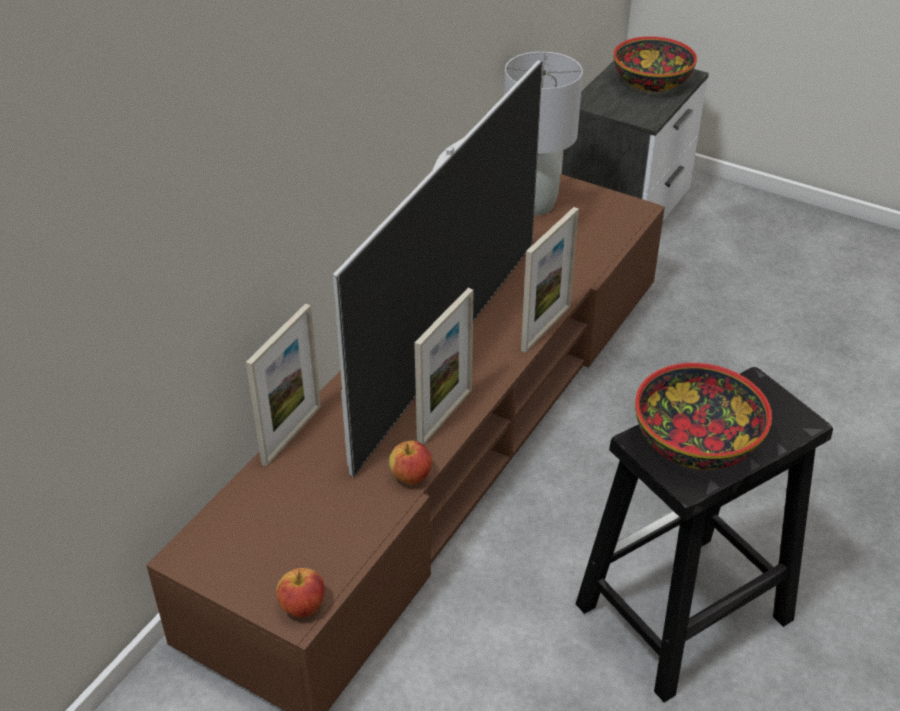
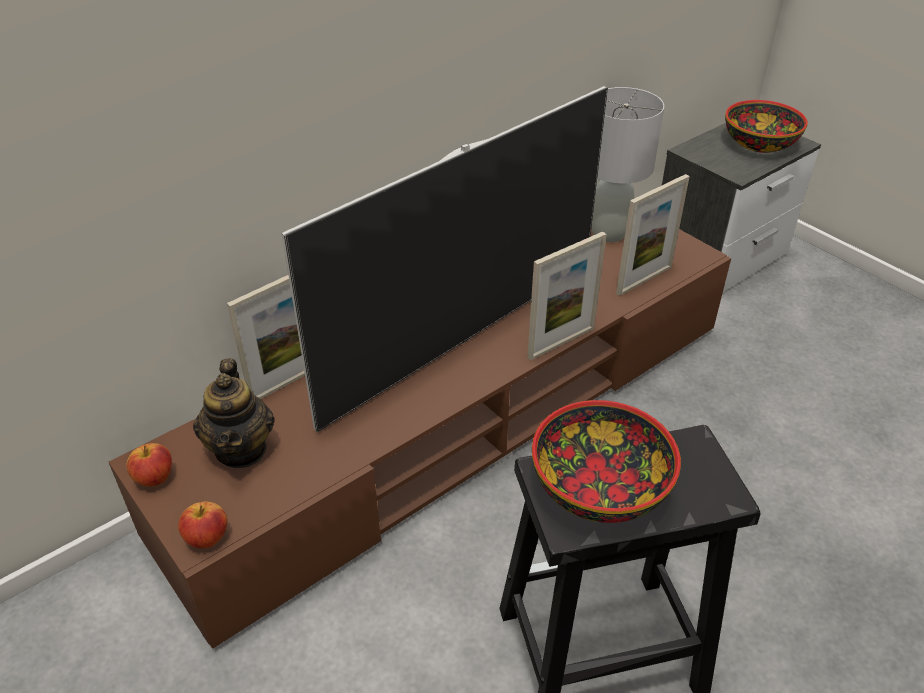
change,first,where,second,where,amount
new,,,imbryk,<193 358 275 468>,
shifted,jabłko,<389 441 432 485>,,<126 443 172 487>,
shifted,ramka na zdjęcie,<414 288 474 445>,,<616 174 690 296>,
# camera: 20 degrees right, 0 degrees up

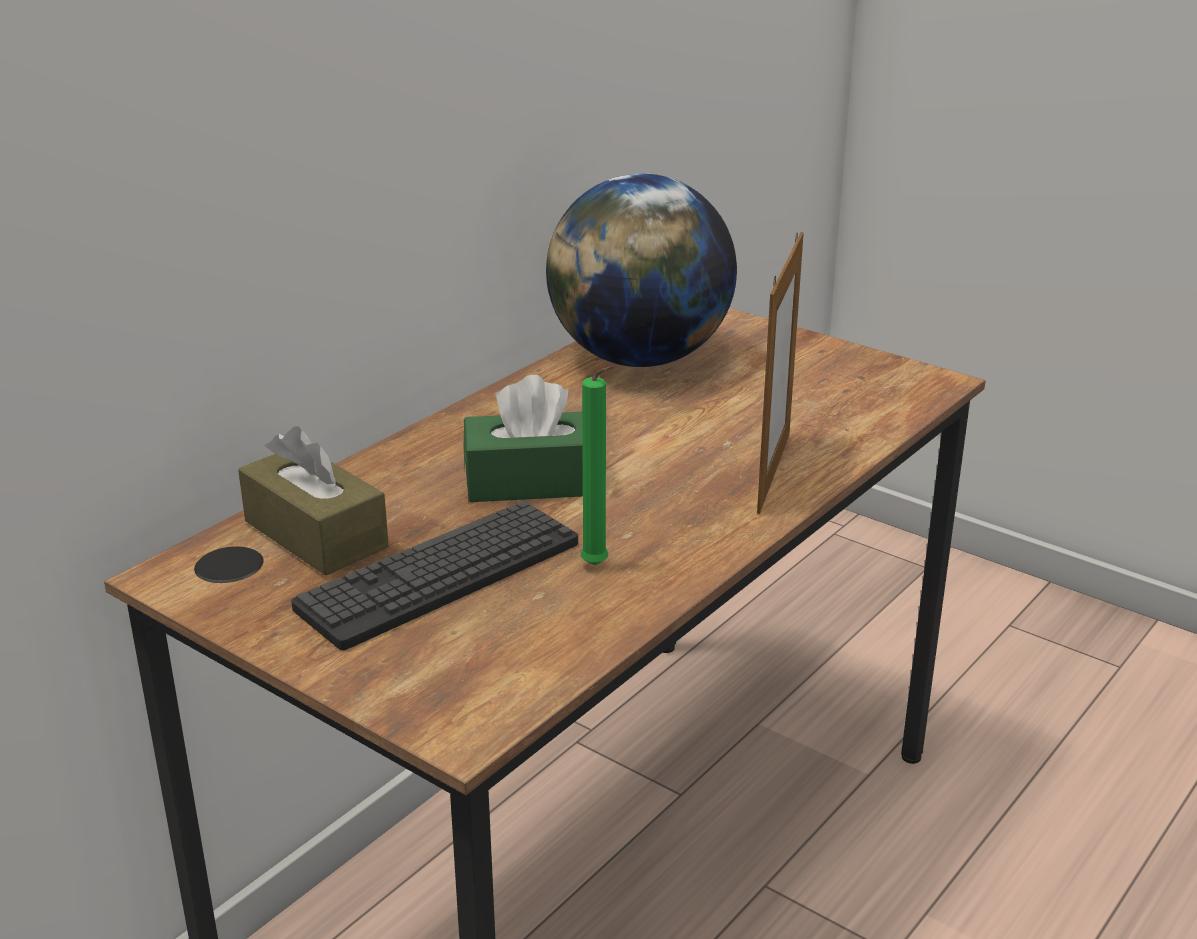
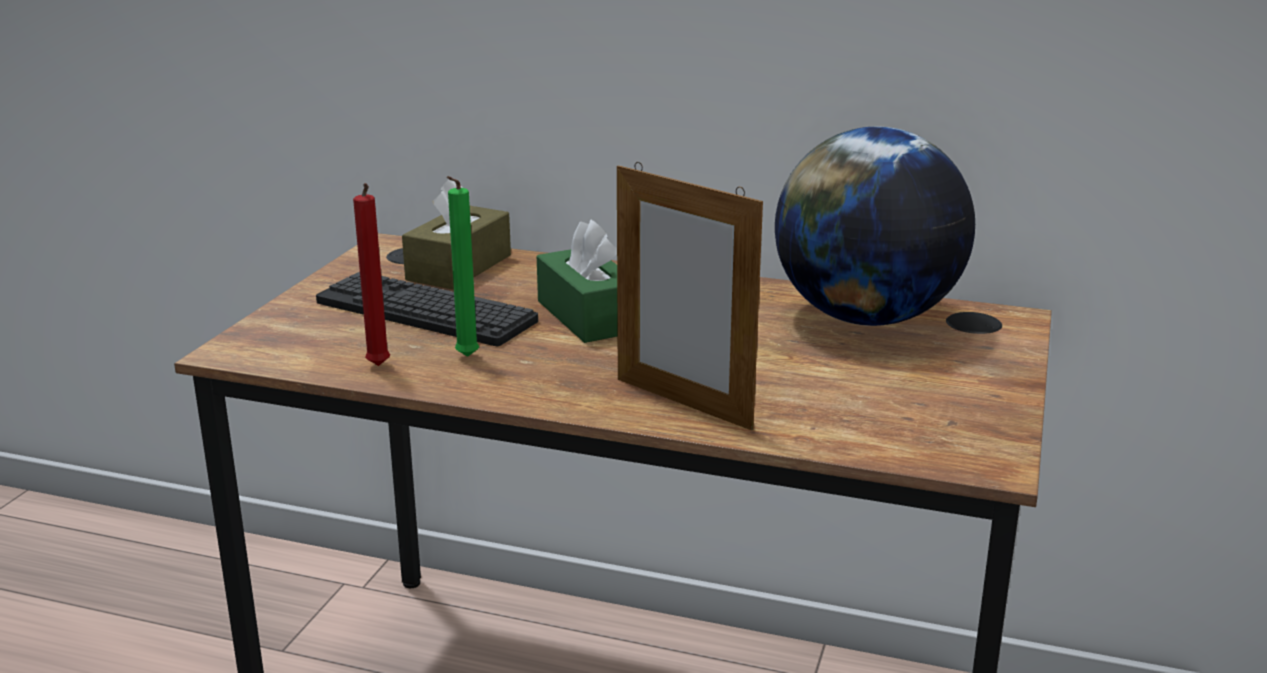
change,first,where,second,where,amount
new,,,świeca (czerwony),<353 183 390 366>,
rotated,ramka na zdjęcie,<757 232 804 514>,,<617 162 763 431>,45 degrees clockwise
# camera: 70 degrees right, 5 degrees down

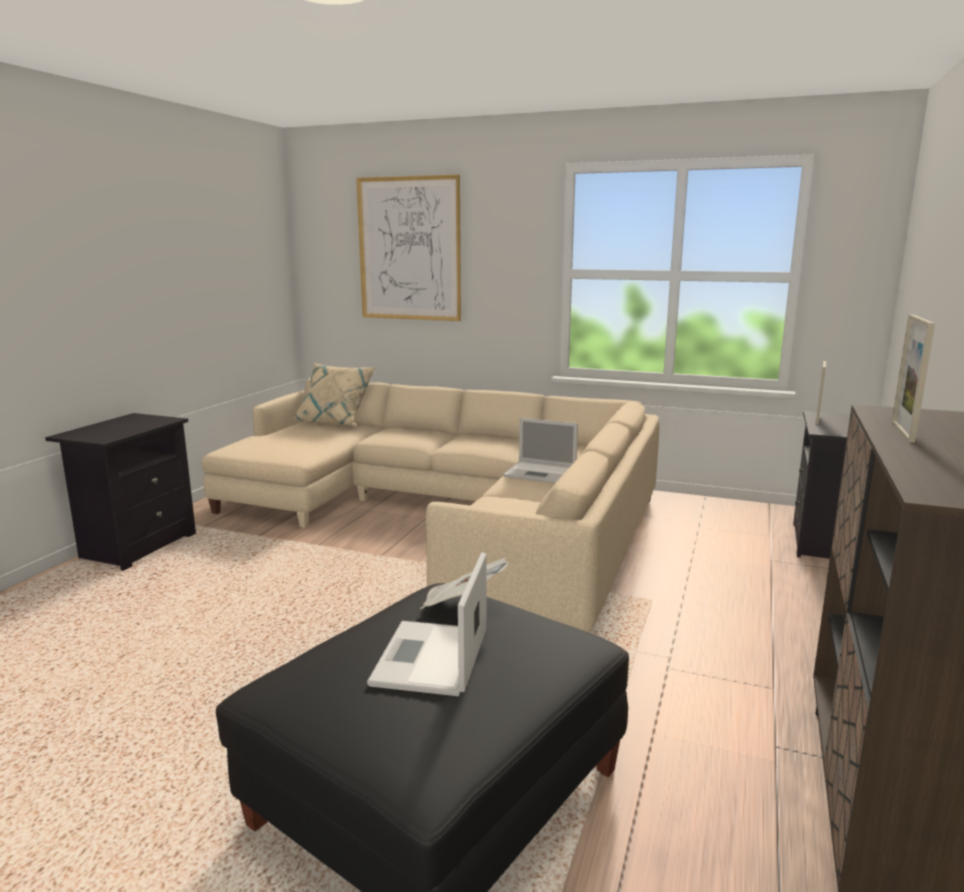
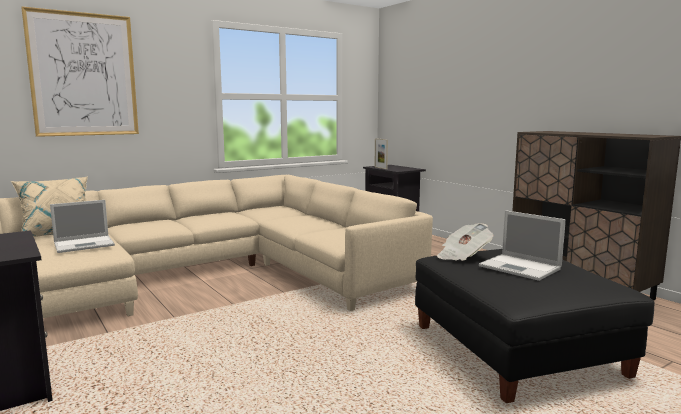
change,first,where,second,where,amount
gone,ramka na zdjęcie,<892 315 935 443>,,,
shifted,laptop,<503 418 578 483>,,<50 200 115 253>,
# camera: 55 degrees left, 5 degrees down

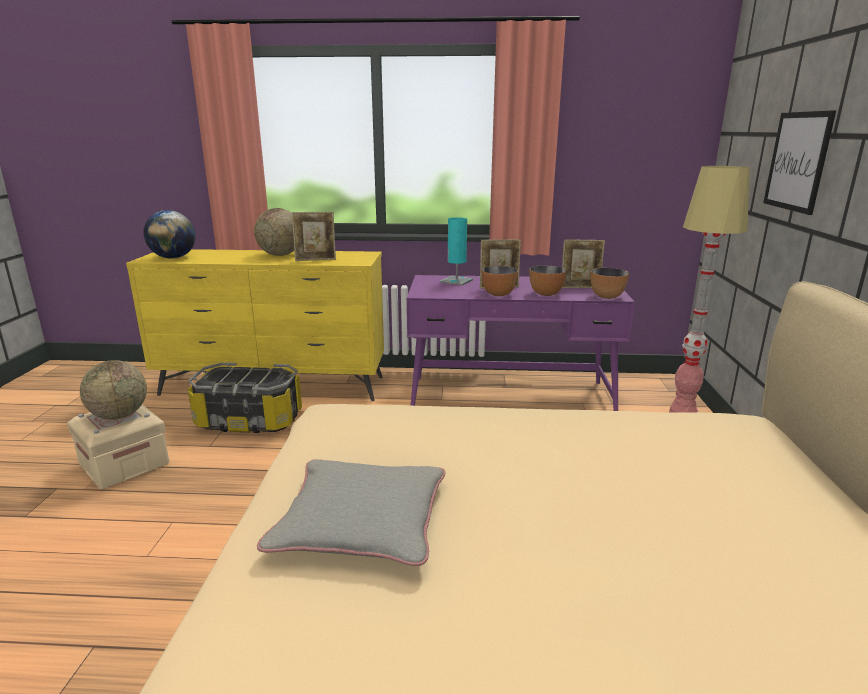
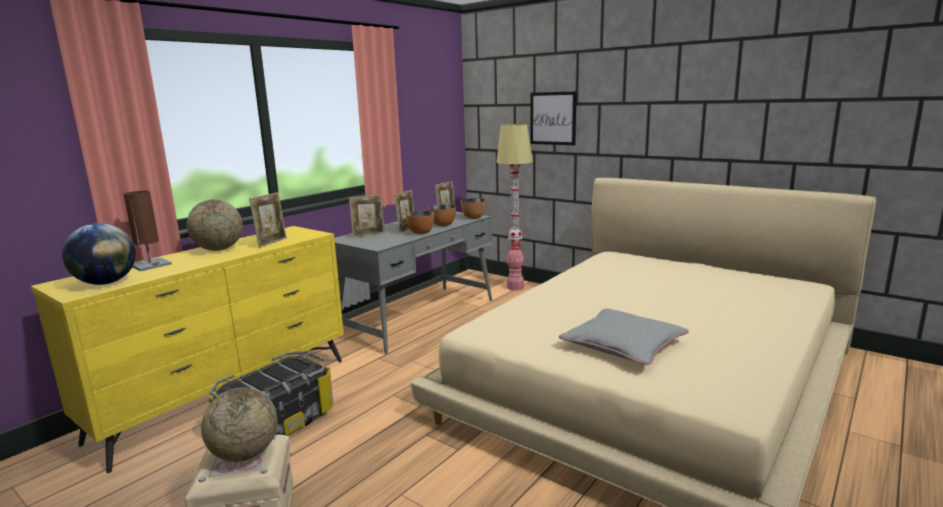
change,first,where,second,where,amount
new,,,lampa stołowa (brązowy),<124 191 172 271>,
swapped,lampa stołowa (turkusowy),<440 217 473 286>,ramka na zdjęcie,<349 195 385 238>,
repainted,biurko (fioletowy),<407 275 635 411>,biurko (szary),<335 212 492 354>,
# camera: 55 degrees left, 5 degrees down

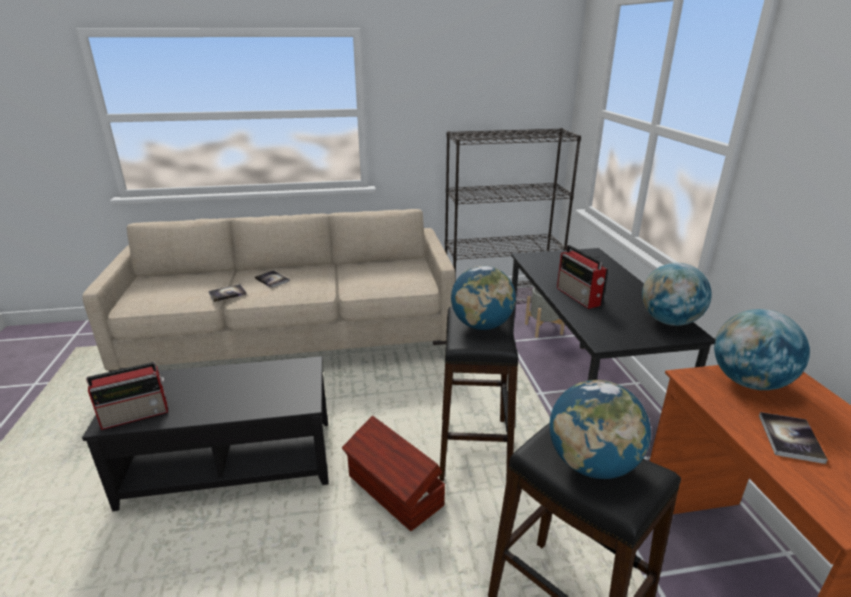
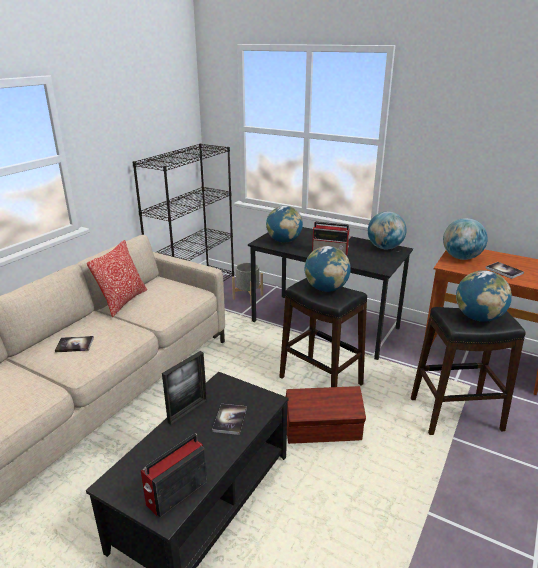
change,first,where,second,where,amount
new,,,poduszka,<87 240 147 317>,
new,,,ramka na zdjęcie,<162 351 207 425>,
new,,,globus,<266 206 303 243>,
shifted,książka,<209 284 247 302>,,<212 404 247 435>,
rotated,radio,<86 362 168 430>,,<141 433 207 517>,150 degrees counterclockwise
# camera: 50 degrees left, 0 degrees up

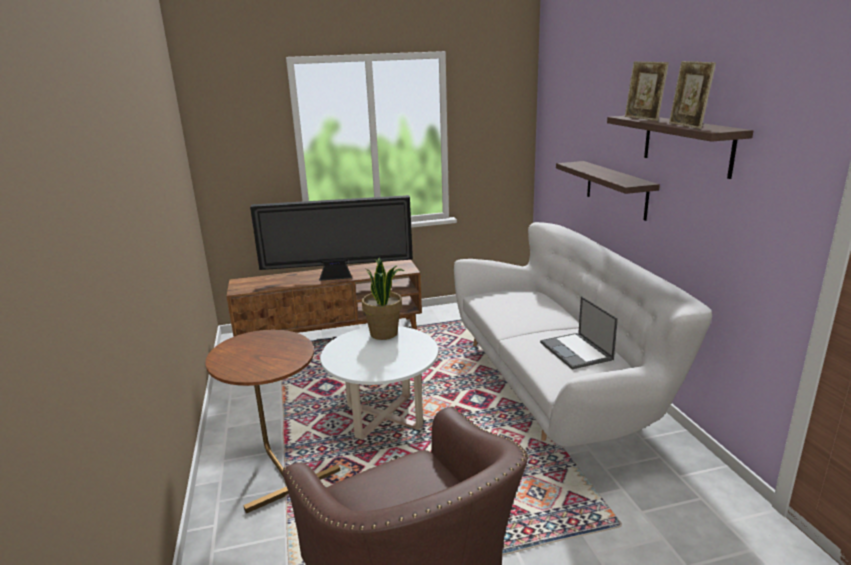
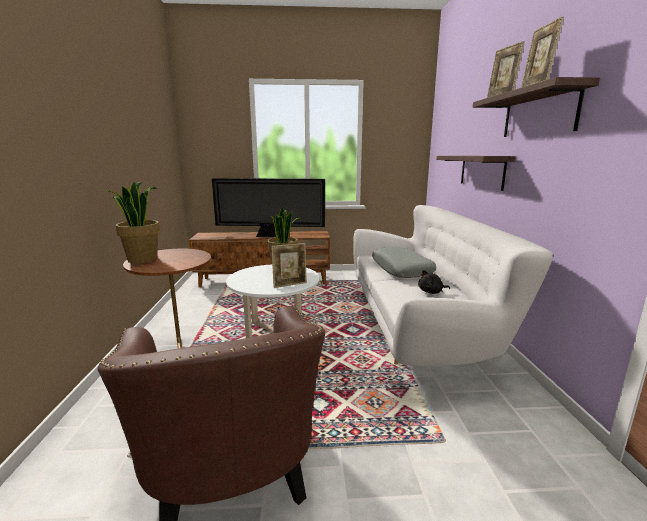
change,first,where,second,where,amount
new,,,roślina doniczkowa,<106 181 160 264>,
new,,,ramka na zdjęcie,<271 243 307 288>,
new,,,poduszka (szary),<372 247 436 278>,
swapped,laptop,<540 296 618 369>,pluszak (czarny),<418 270 450 294>,
# camera: 10 degrees right, 5 degrees down

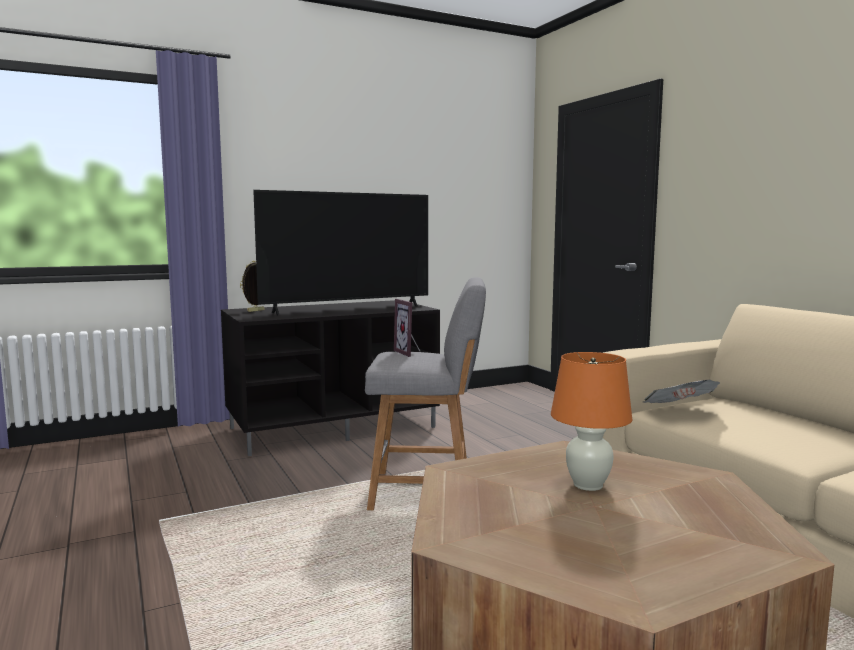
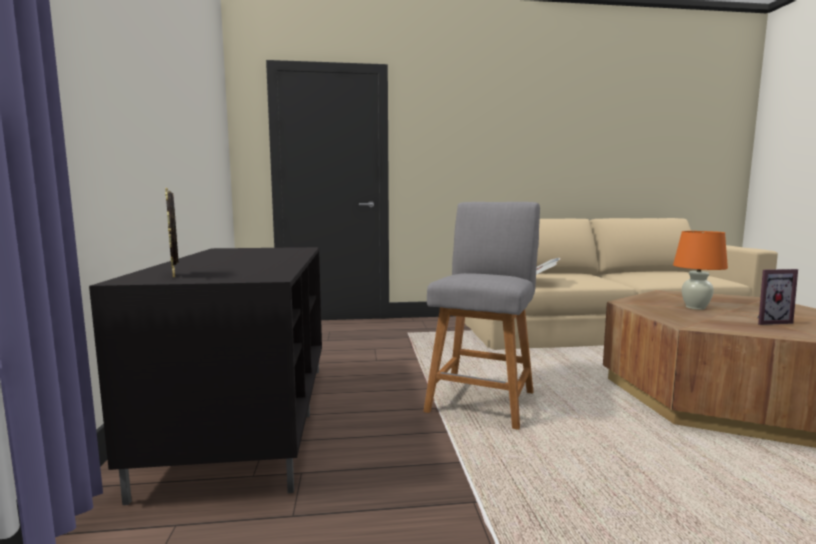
change,first,where,second,where,amount
gone,telewizor,<253 190 428 315>,,,
shifted,ramka na zdjęcie,<394 299 421 357>,,<757 269 798 325>,
# camera: 70 degrees left, 0 degrees up

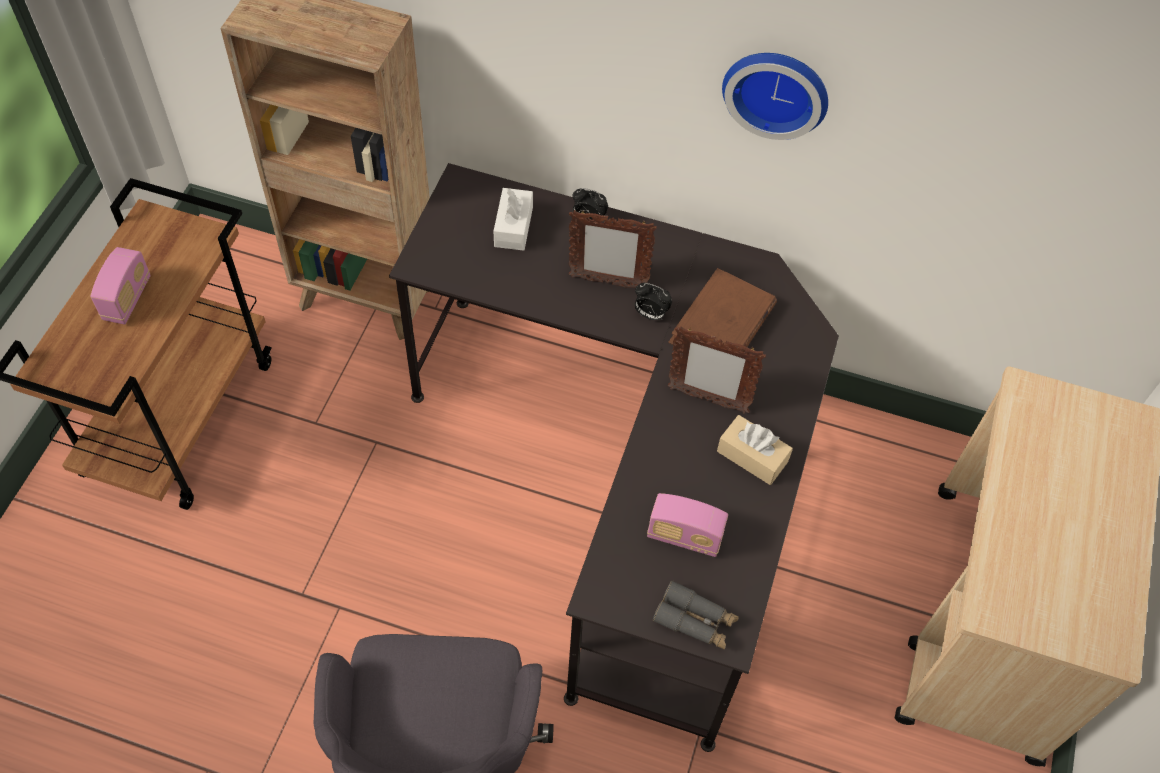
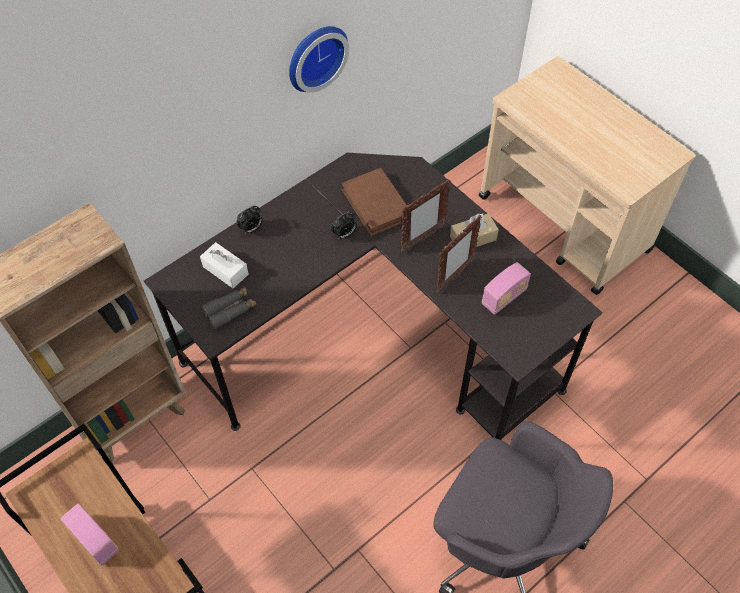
change,first,where,second,where,amount
shifted,ramka na zdjęcie,<569 210 657 288>,,<436 214 482 293>,
shifted,lornetka (szary),<653 581 739 650>,,<202 287 257 329>,
# camera: 55 degrees left, 0 degrees up

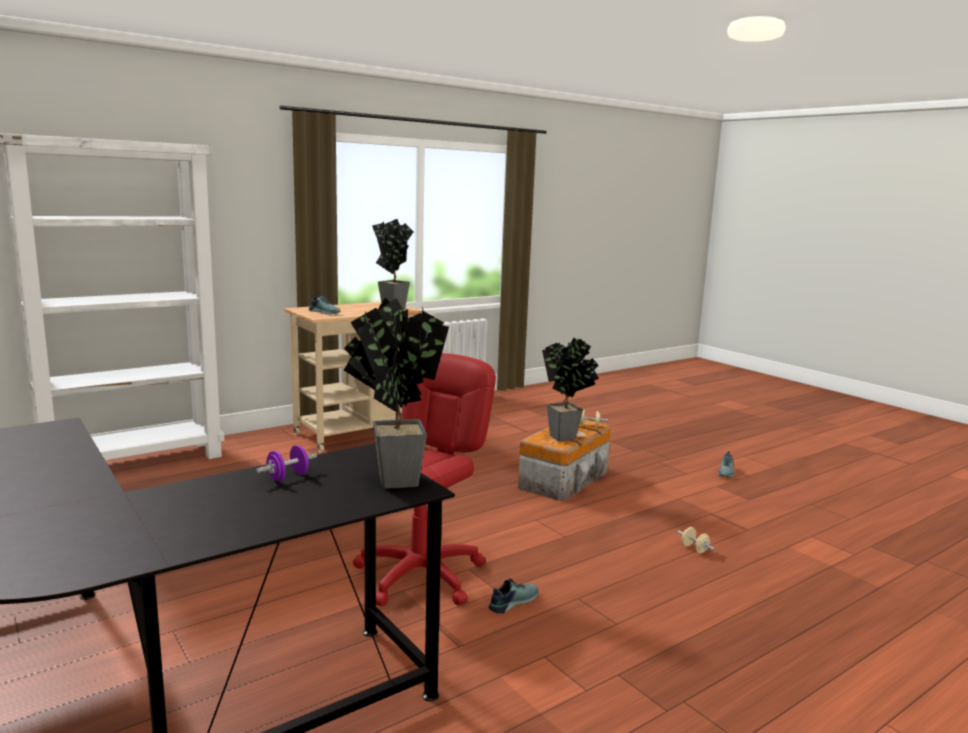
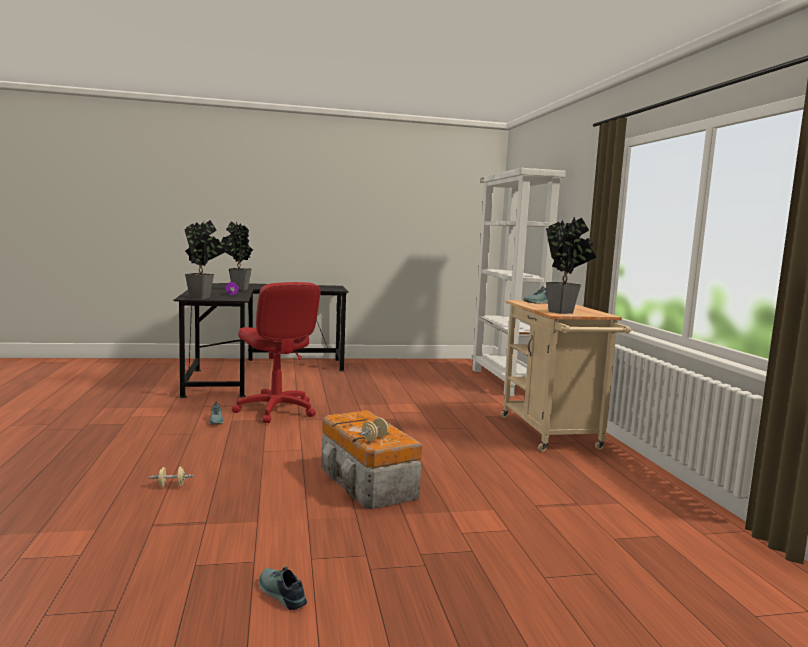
change,first,where,second,where,amount
shifted,roślina doniczkowa,<542 338 599 441>,,<220 221 253 291>,
# camera: 115 degrees right, 5 degrees down

